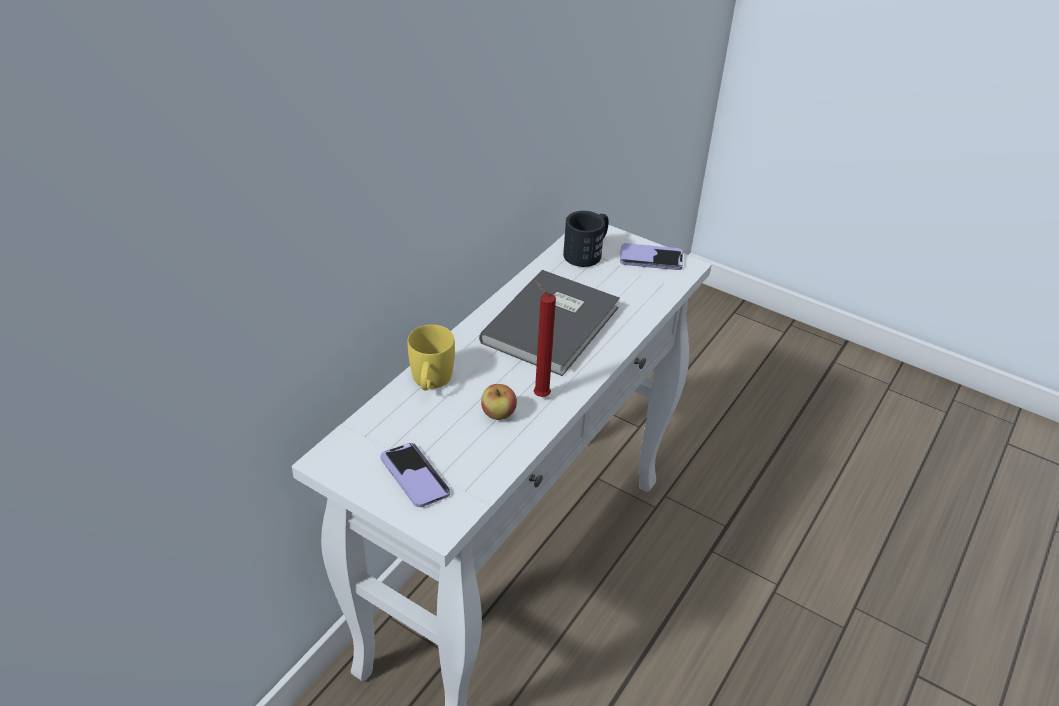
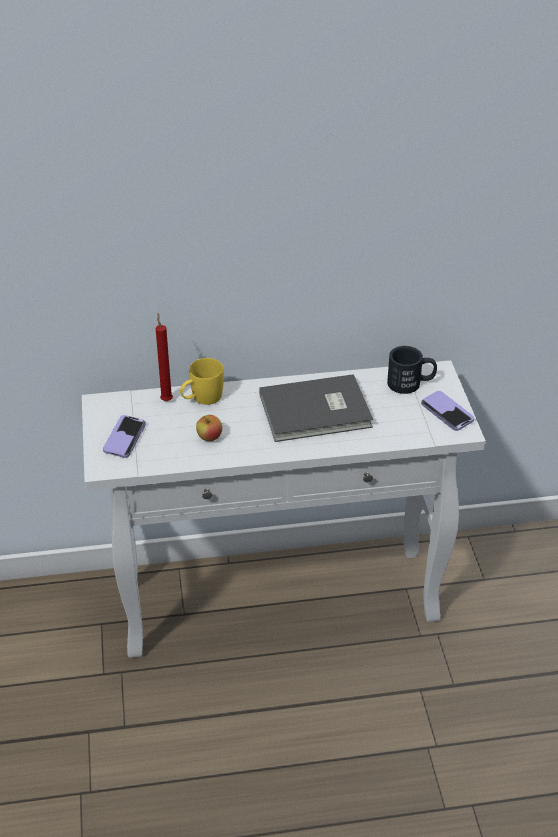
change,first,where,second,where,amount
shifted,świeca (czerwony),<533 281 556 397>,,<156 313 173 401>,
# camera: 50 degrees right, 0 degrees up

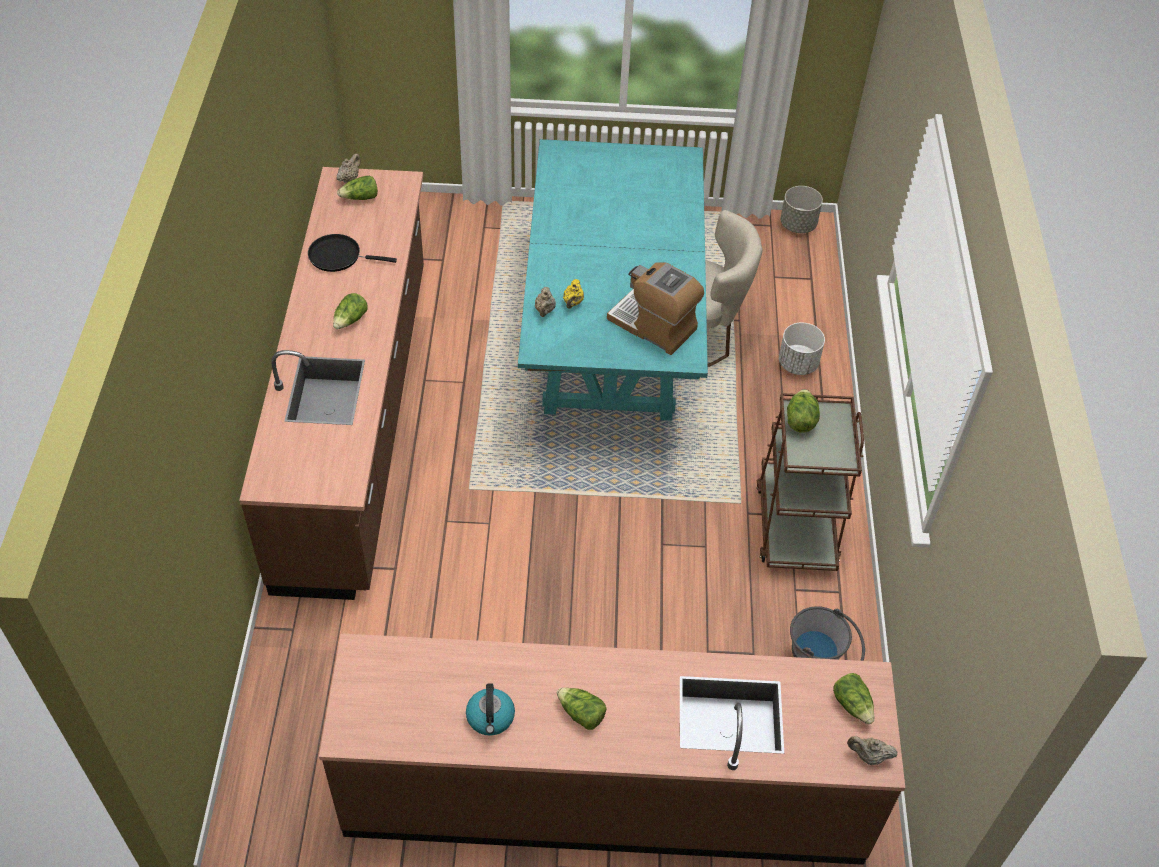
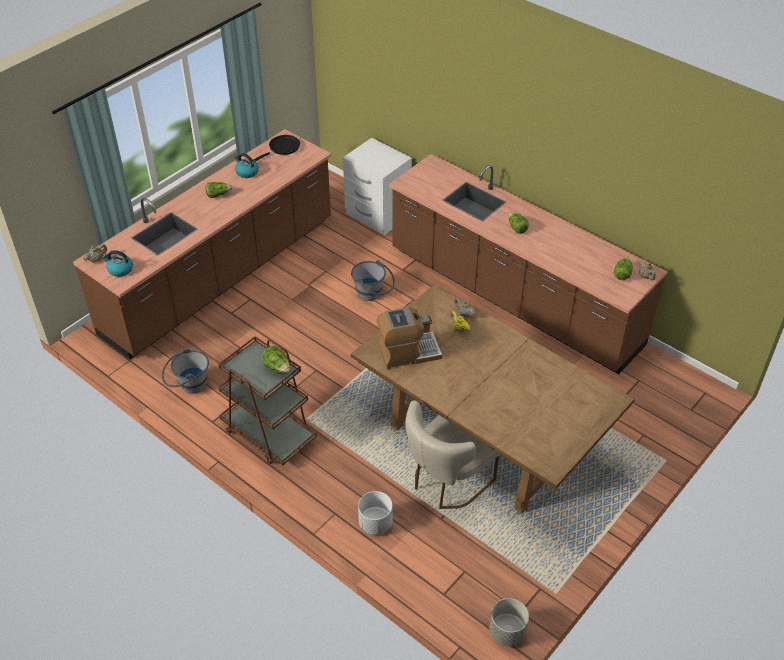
change,first,where,second,where,amount
new,,,szafka nocna (biały),<343 138 412 235>,
new,,,wiadro (szary),<351 260 395 301>,
shifted,patelnia (czarny),<308 234 397 272>,,<254 135 300 162>,
swapped,sałata,<833 673 874 724>,czajnik,<102 250 133 277>,
repainted,stół jadalny (turkusowy),<518 139 708 421>,stół jadalny (brązowy),<351 284 635 514>,
# camera: 130 degrees right, 5 degrees down

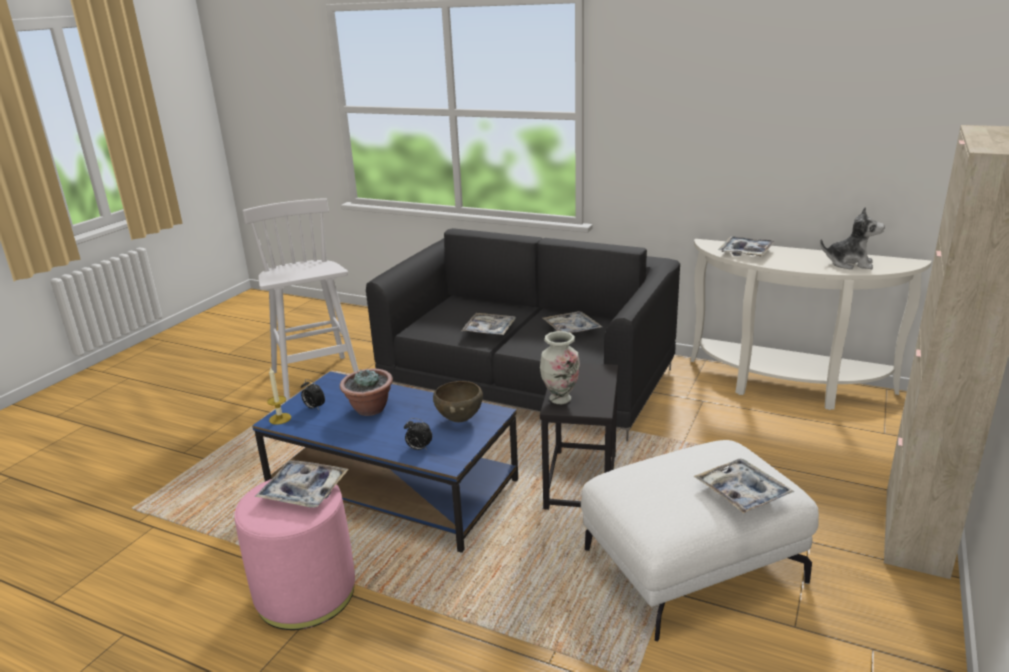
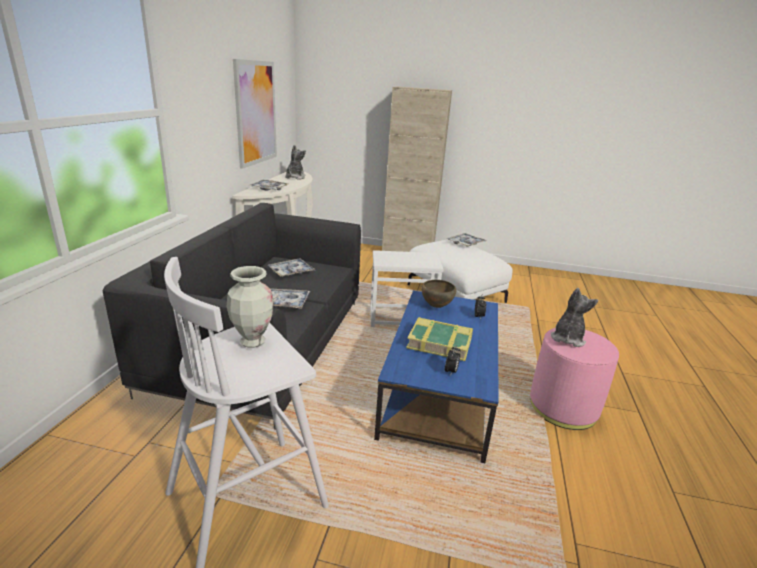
change,first,where,second,where,amount
gone,świeca,<267 367 291 425>,,,
new,,,obraz,<233 59 277 169>,
shifted,wazon,<540 331 580 404>,,<227 266 274 348>,
swapped,taca,<255 460 349 508>,pluszak,<551 288 598 347>,
swapped,roślina doniczkowa,<340 368 393 416>,książka,<406 317 473 361>,
repainted,stolik (czarny),<540 363 619 510>,stolik (biały),<370 250 443 327>,
# camera: 105 degrees left, 0 degrees up

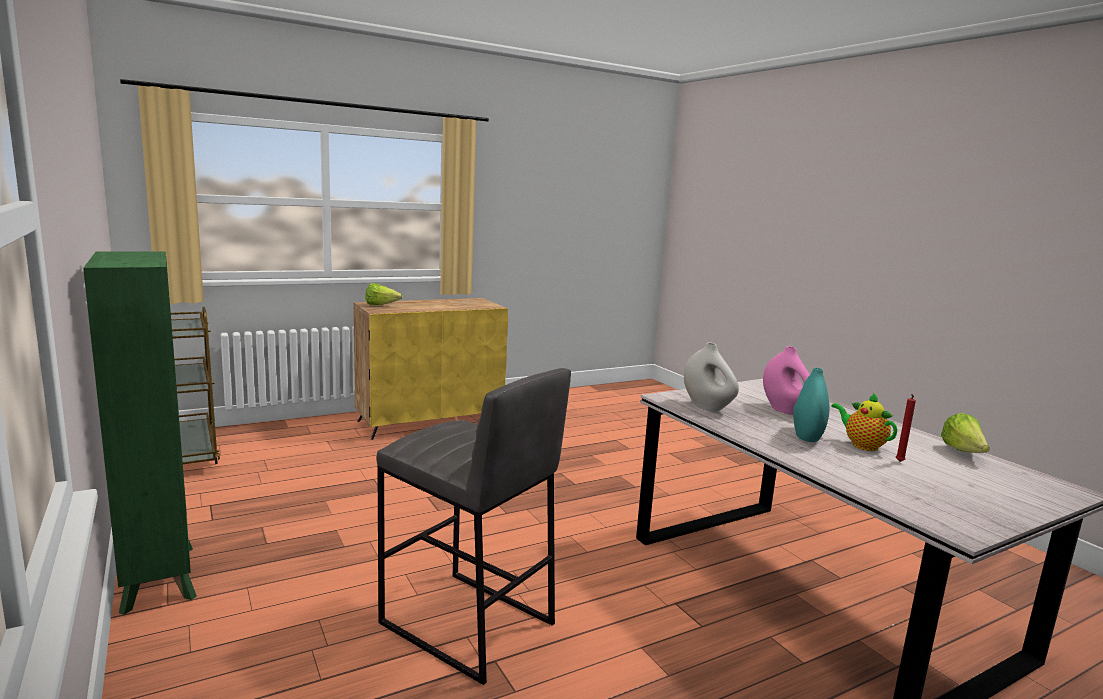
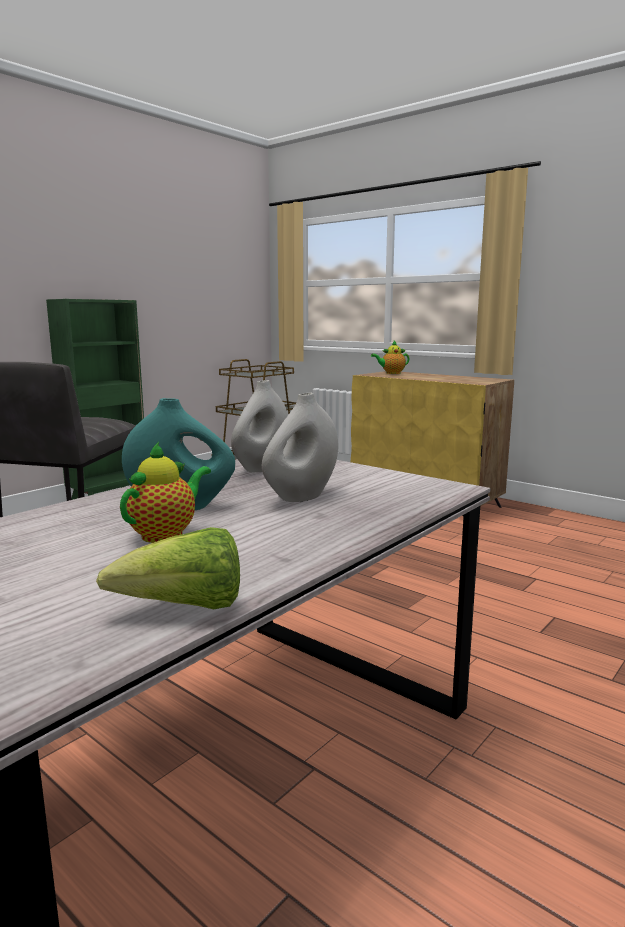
change,first,where,second,where,amount
gone,świeca (czerwony),<896 394 916 462>,,,
swapped,sałata,<365 283 403 305>,imbryk,<371 341 409 374>,
repainted,wazon (różowy),<763 346 810 415>,wazon (biały),<262 393 338 502>,
# camera: 70 degrees right, 0 degrees up

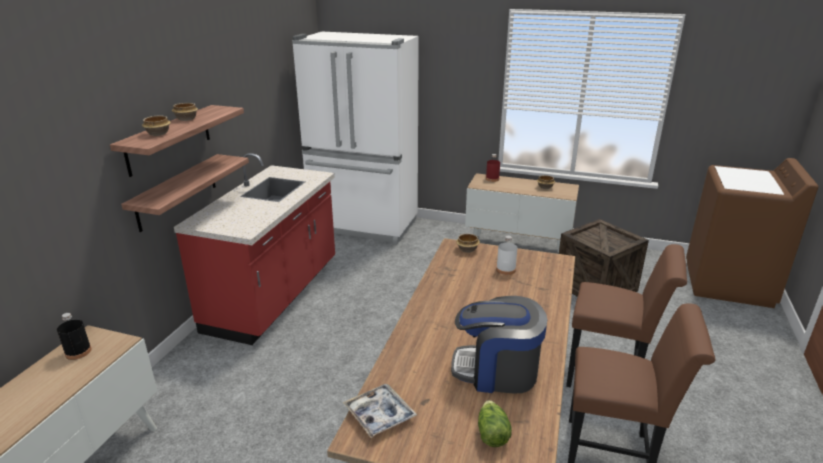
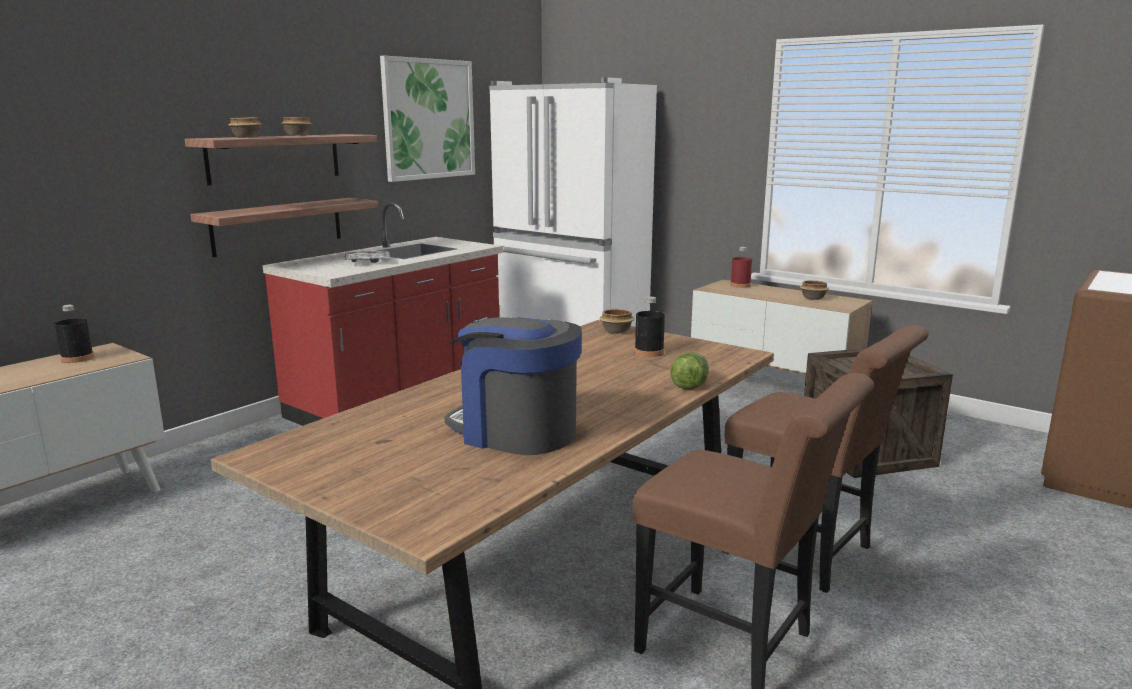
change,first,where,second,where,amount
new,,,obraz,<380 56 475 182>,
shifted,taca,<343 384 417 438>,,<345 251 390 263>,
shifted,sałata,<478 400 512 447>,,<670 352 709 390>,
repainted,butelka (biały),<496 236 517 275>,butelka (czarny),<635 297 665 357>,
# camera: 20 degrees right, 10 degrees down

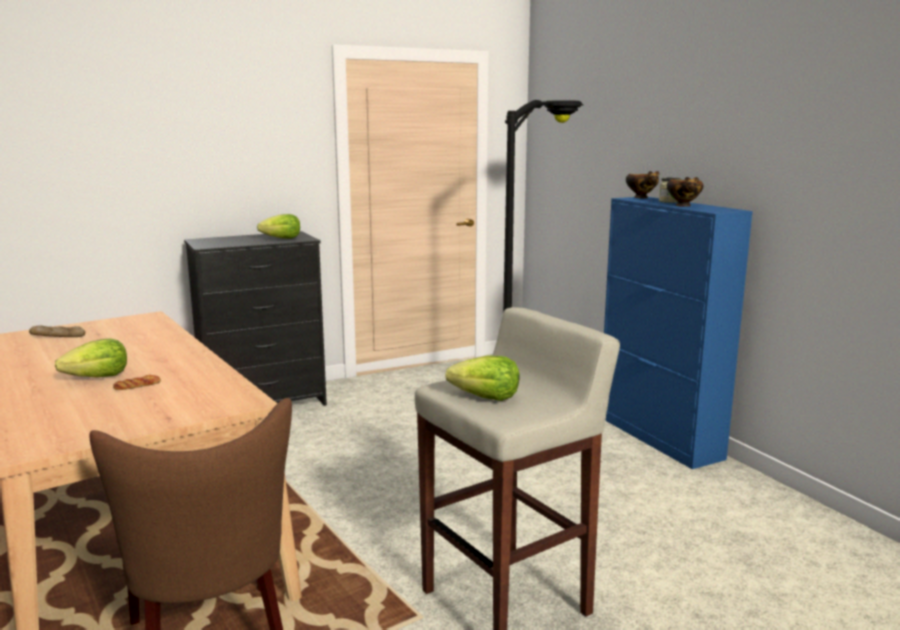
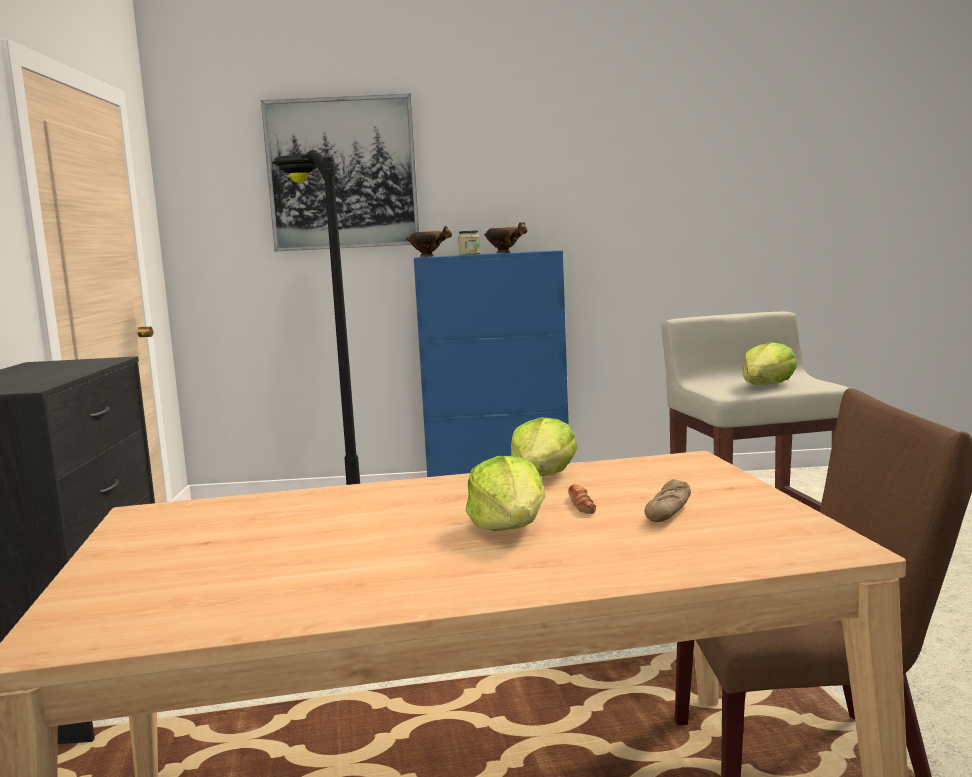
change,first,where,second,where,amount
new,,,obraz,<261 94 419 252>,
shifted,chleb,<29 325 85 337>,,<645 479 691 522>,
shifted,sałata,<257 214 300 239>,,<511 417 577 476>,
# camera: 65 degrees left, 5 degrees down

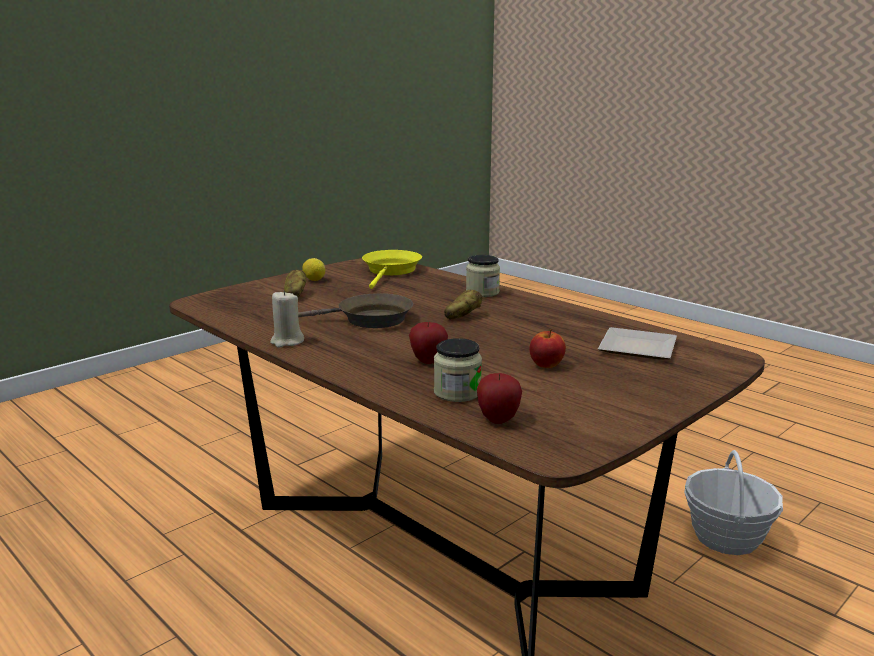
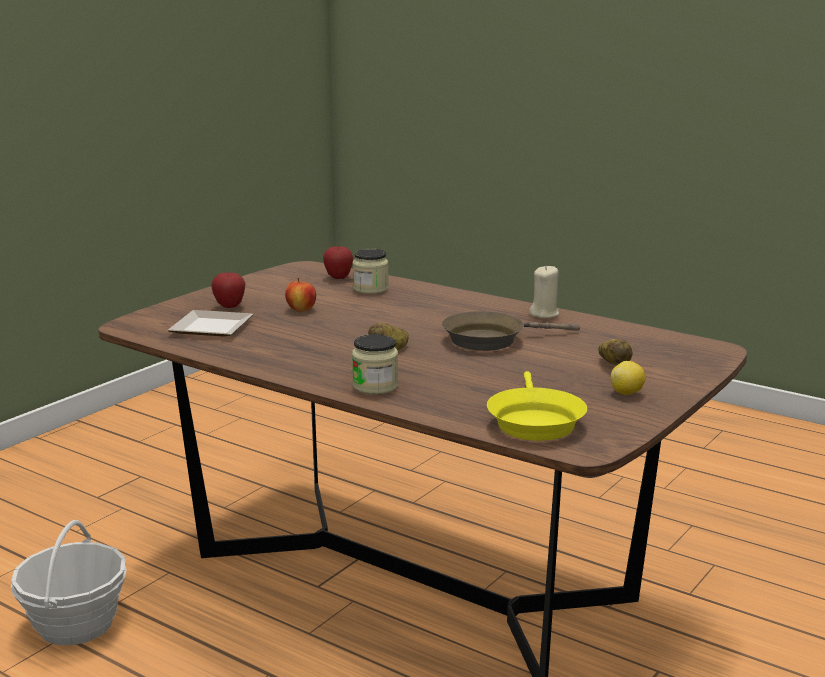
change,first,where,second,where,amount
shifted,jabłko,<409 321 448 364>,,<211 272 246 308>,
# camera: 170 degrees right, 0 degrees up

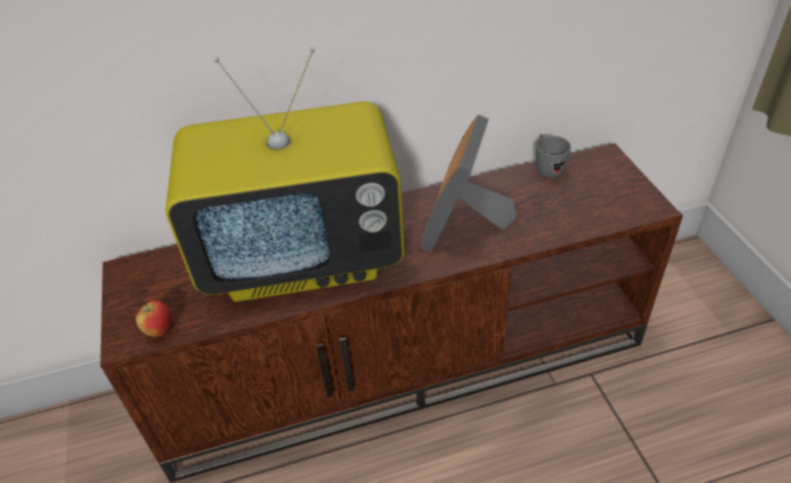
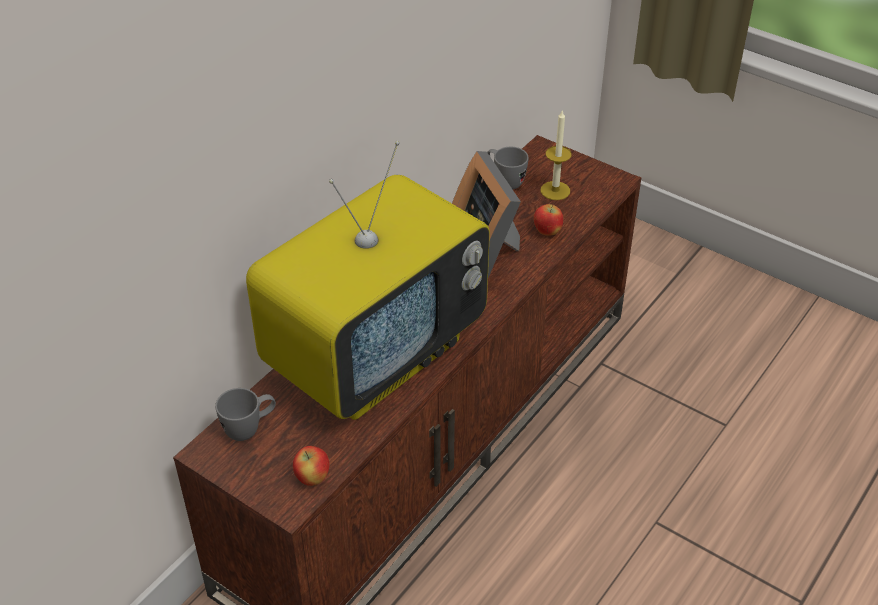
change,first,where,second,where,amount
new,,,kubek (szary),<215 388 276 441>,
new,,,jabłko,<534 204 563 236>,
new,,,świeca,<541 109 572 200>,
# camera: 40 degrees left, 0 degrees up

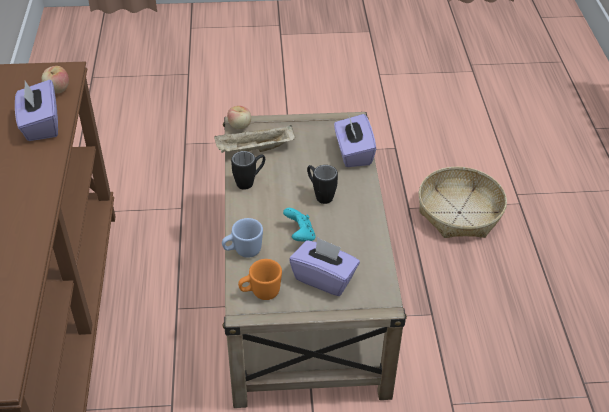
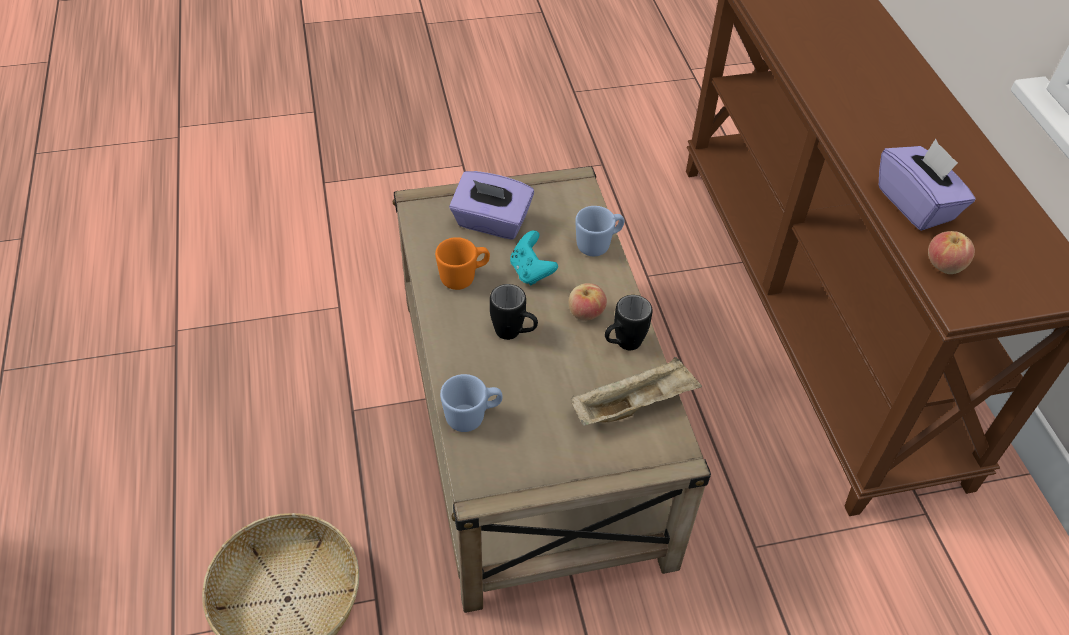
change,first,where,second,where,amount
shifted,jabłko,<227 106 251 129>,,<569 283 607 321>,
shifted,kubek (pomarańczowy),<238 259 282 300>,,<435 237 490 290>,
swapped,pudełko chusteczek (fioletowy),<334 114 376 167>,kubek (niebieski),<440 374 503 432>,
# camera: 170 degrees right, 5 degrees up

